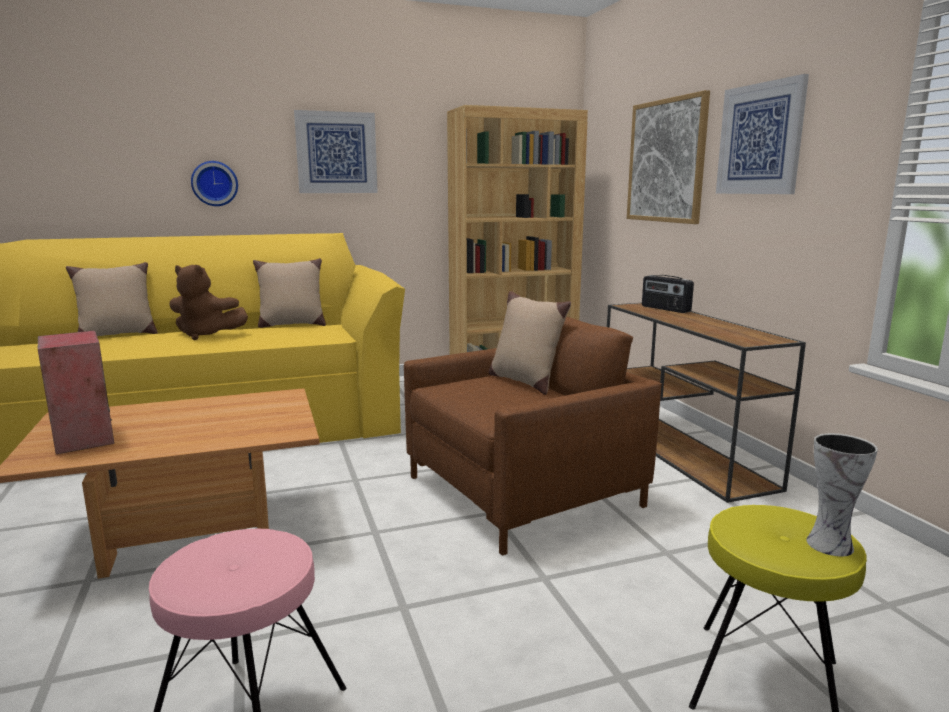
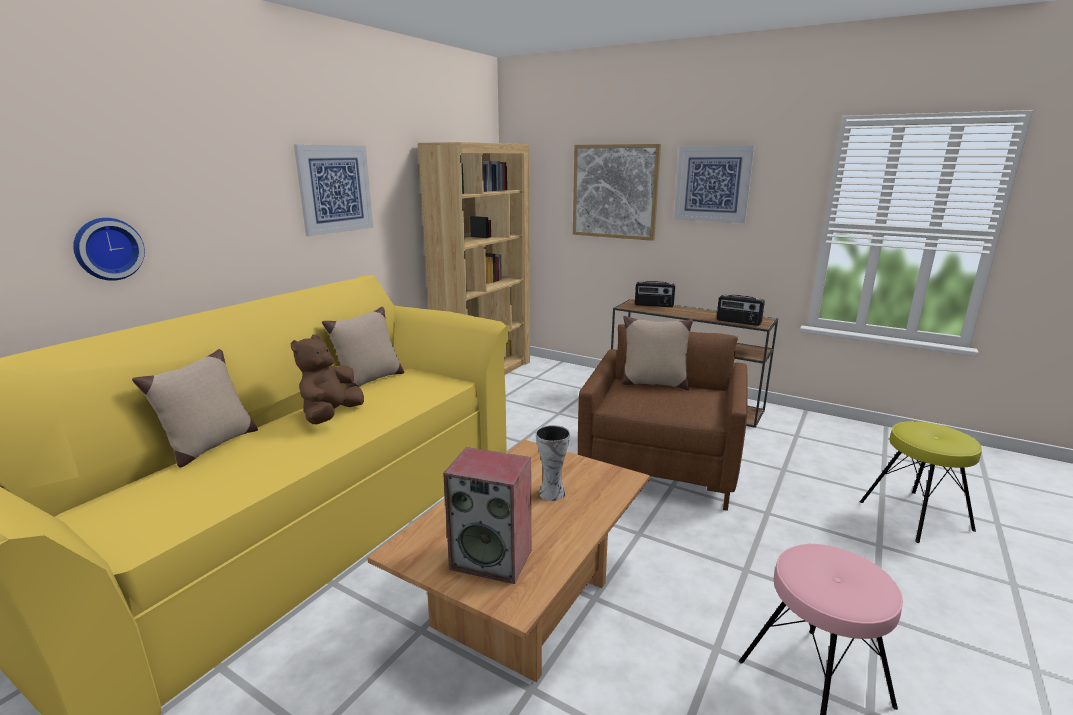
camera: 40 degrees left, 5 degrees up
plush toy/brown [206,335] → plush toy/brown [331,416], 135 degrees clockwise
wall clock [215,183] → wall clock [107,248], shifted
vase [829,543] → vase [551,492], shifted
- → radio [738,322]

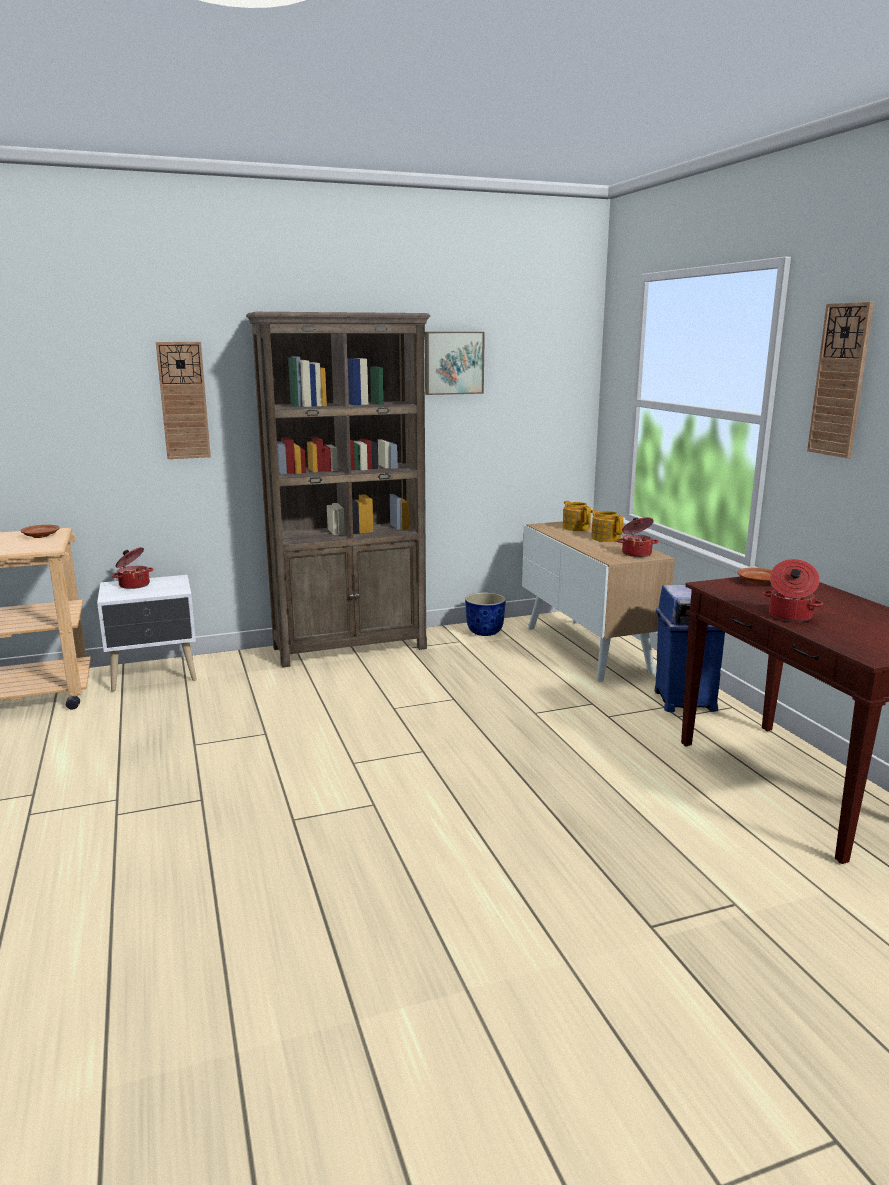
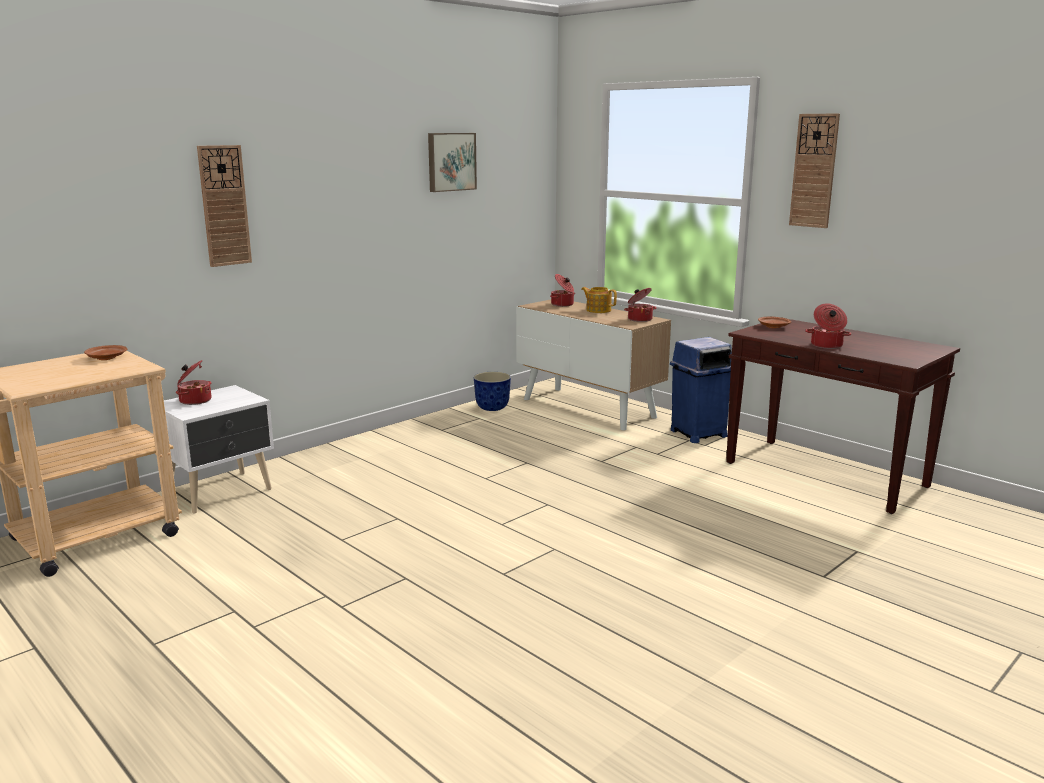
camera: 25 degrees left, 0 degrees up
bookcase/brown [351,648] → -
teapot [576,527] → cooking pot [563,304]

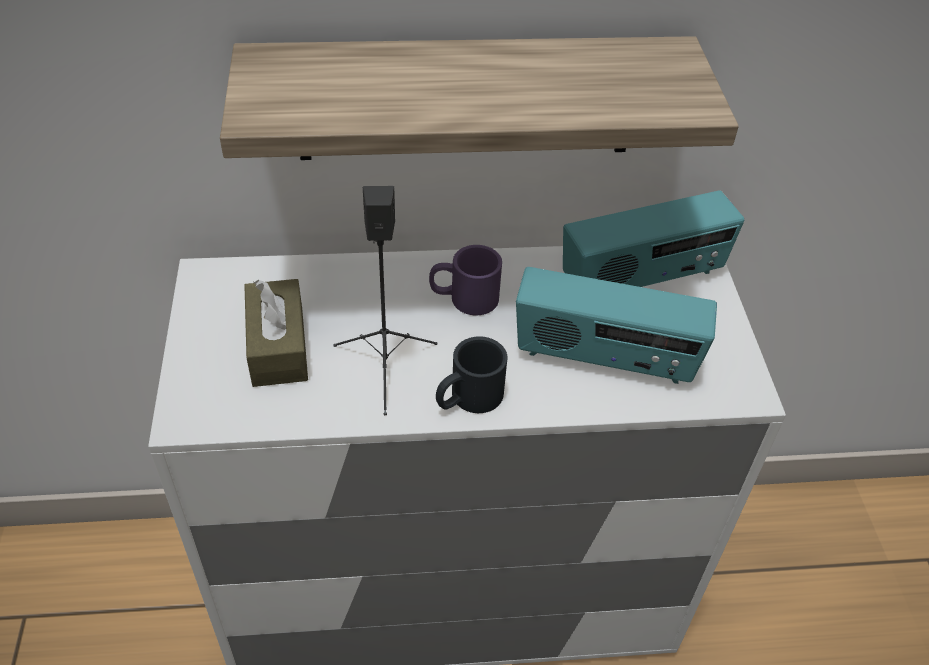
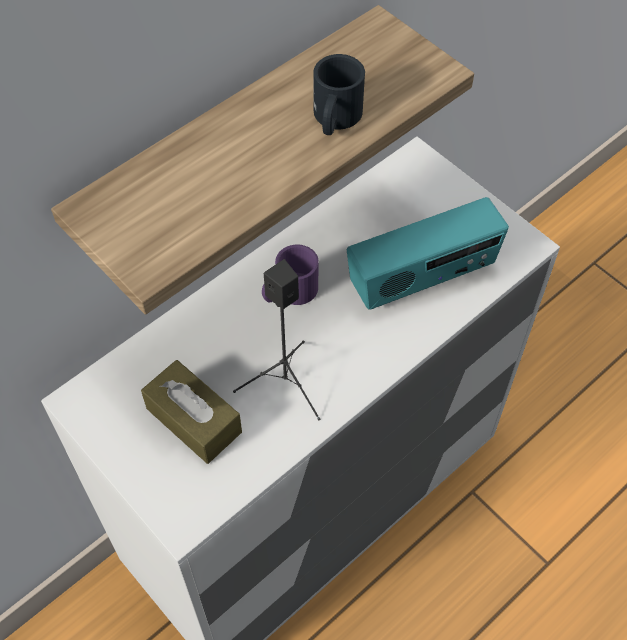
camera: 35 degrees left, 10 degrees up
mug/black [468,398] → mug/black [335,120], shifted
radio [642,279] → -

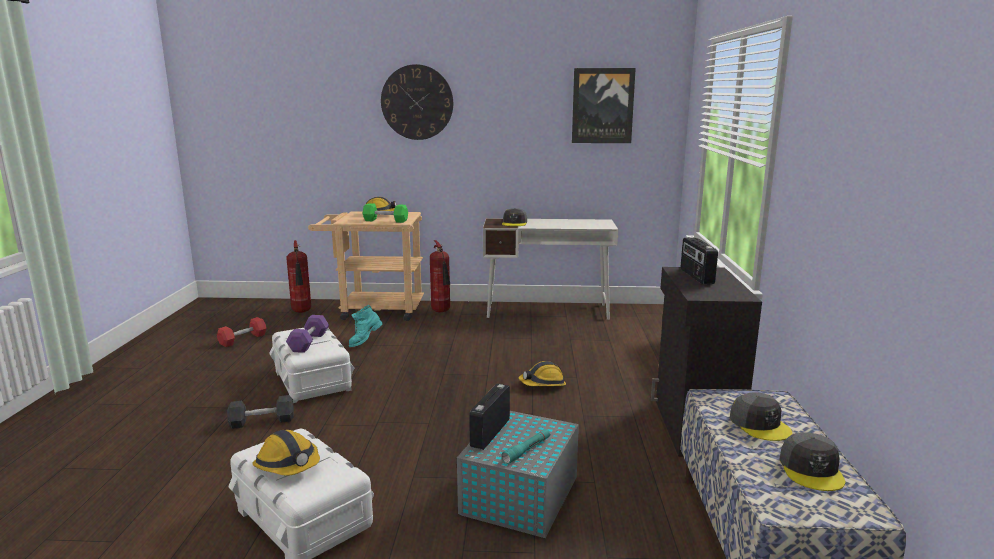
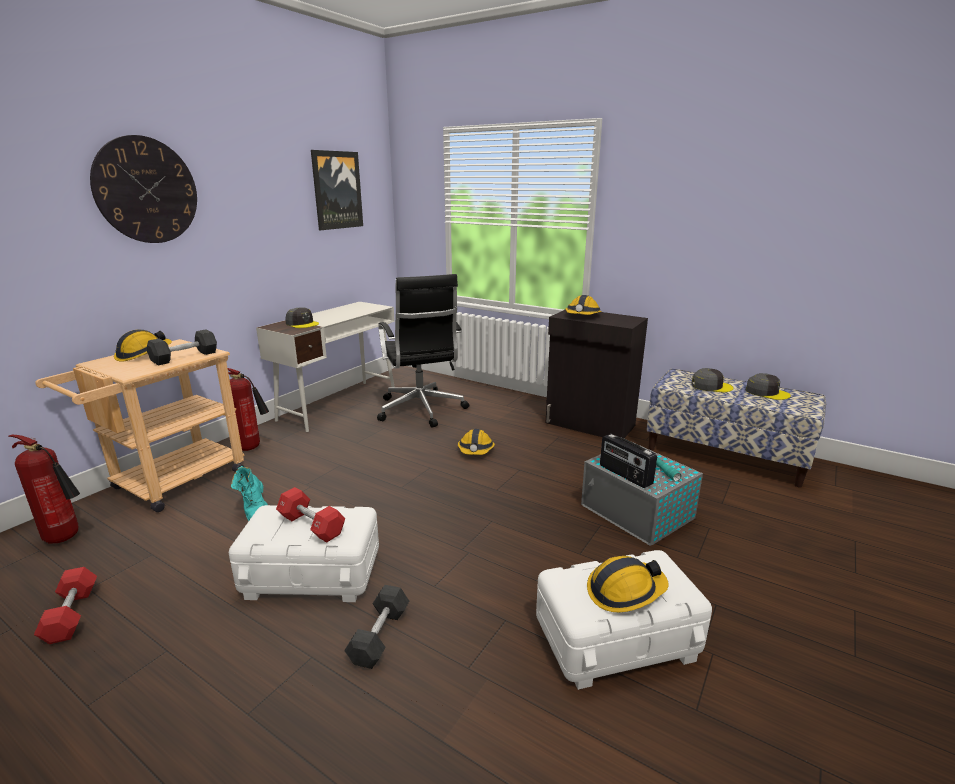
camera: 60 degrees left, 5 degrees up
dumbbell/purple [309,342] → dumbbell/red [311,525]
dumbbell/green [385,221] → dumbbell/black [185,357]
radio [696,276] → hard hat [582,316]
- → office chair/black [421,410]

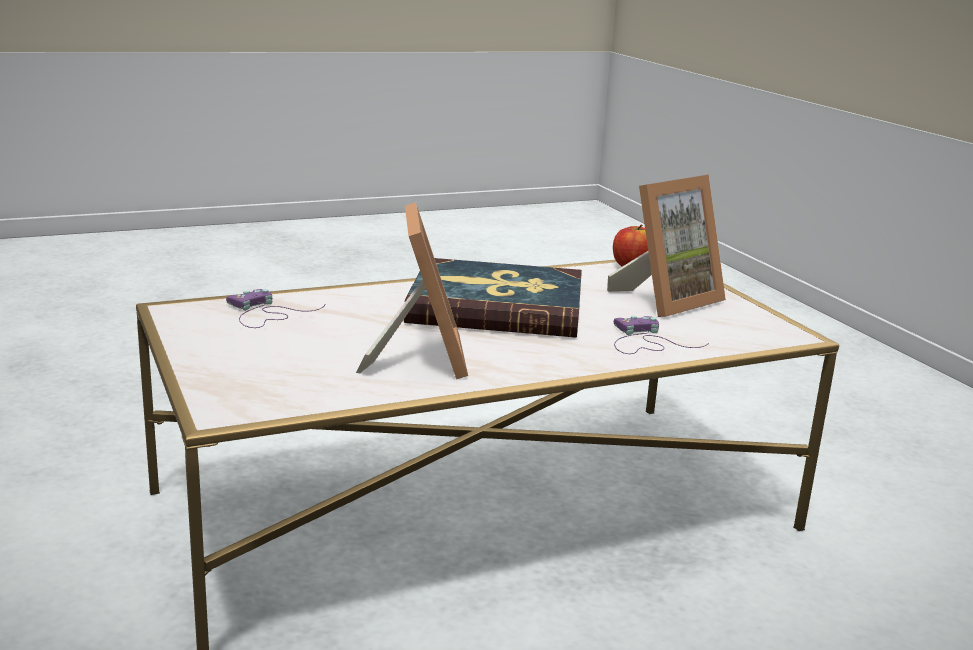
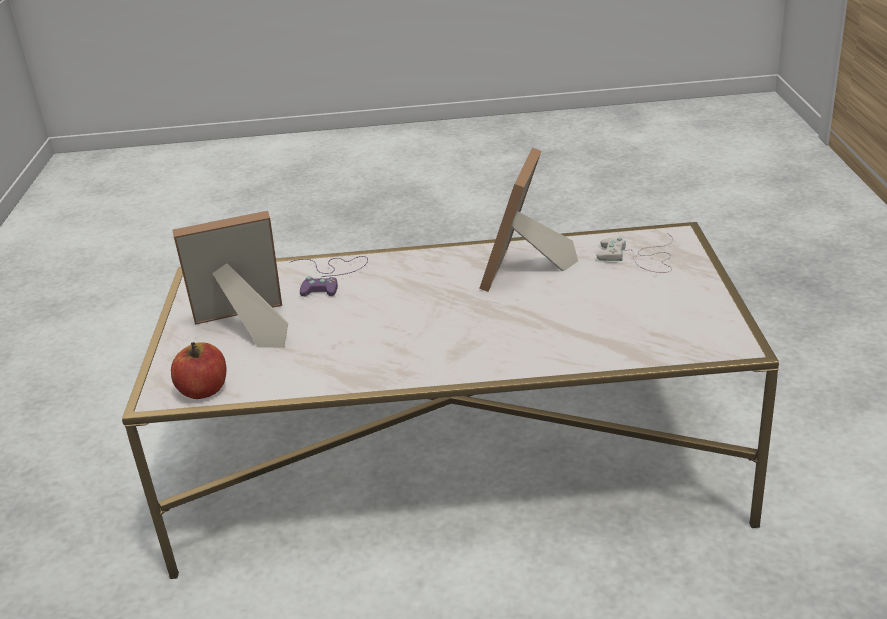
camera: 155 degrees left, 10 degrees up
game controller/purple [264,314] → -
book [496,306] → -
- → game controller/white [640,258]

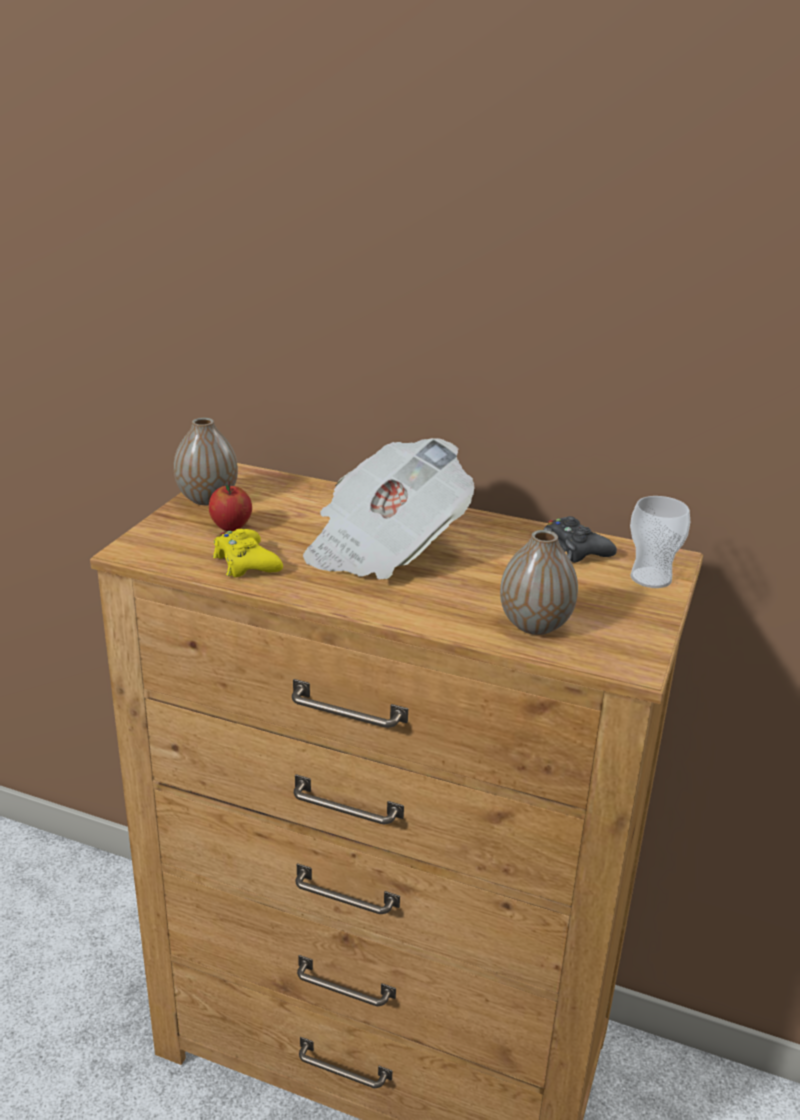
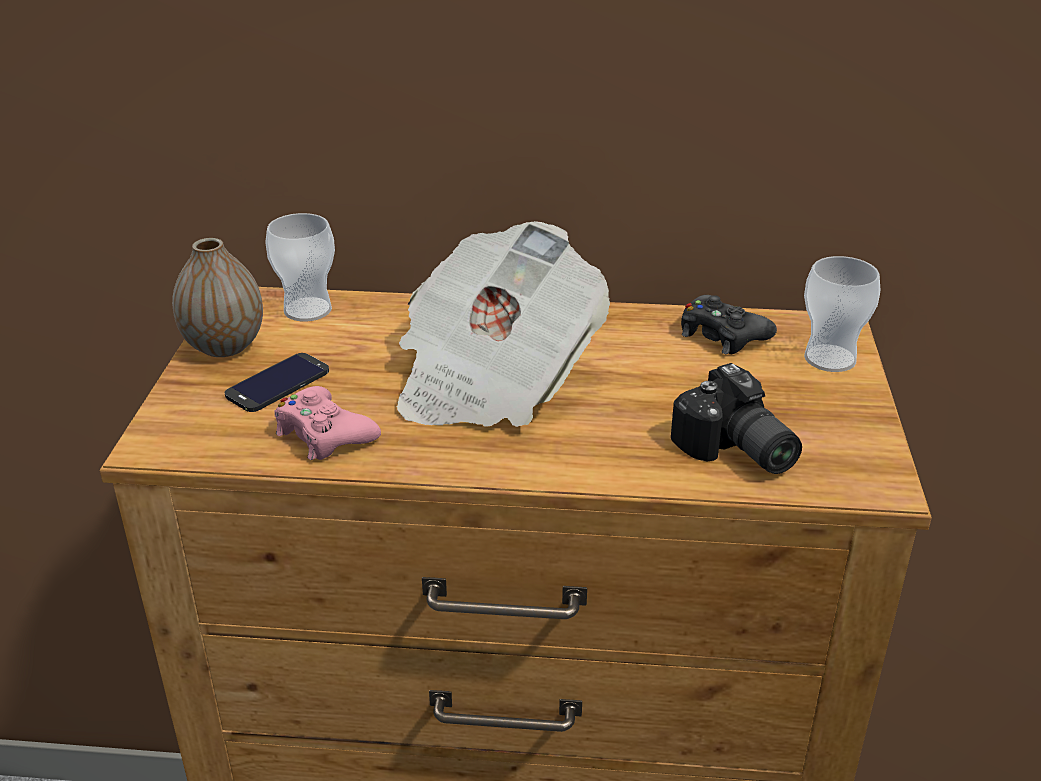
camera: 15 degrees left, 5 degrees up
apple [231,527] → phone [277,383]
game controller/yellow [245,563] → game controller/pink [324,434]
vase [535,624] → photo camera [735,452]
- → cup [307,310]

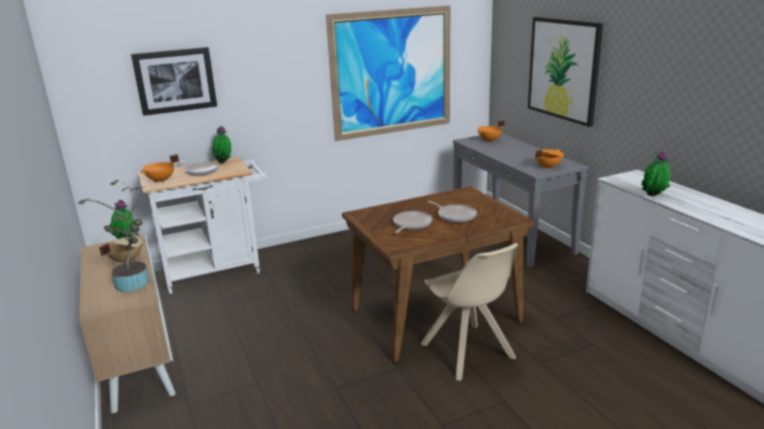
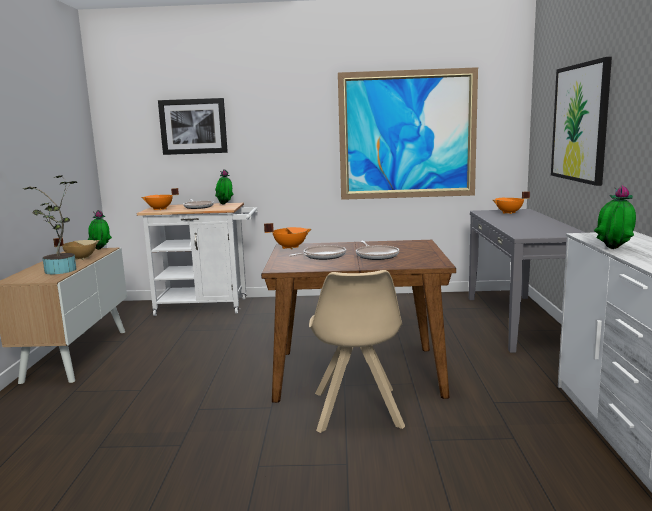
camera: 25 degrees right, 10 degrees down
cooking pot/orange [547,167] → cooking pot/orange [290,247], shifted

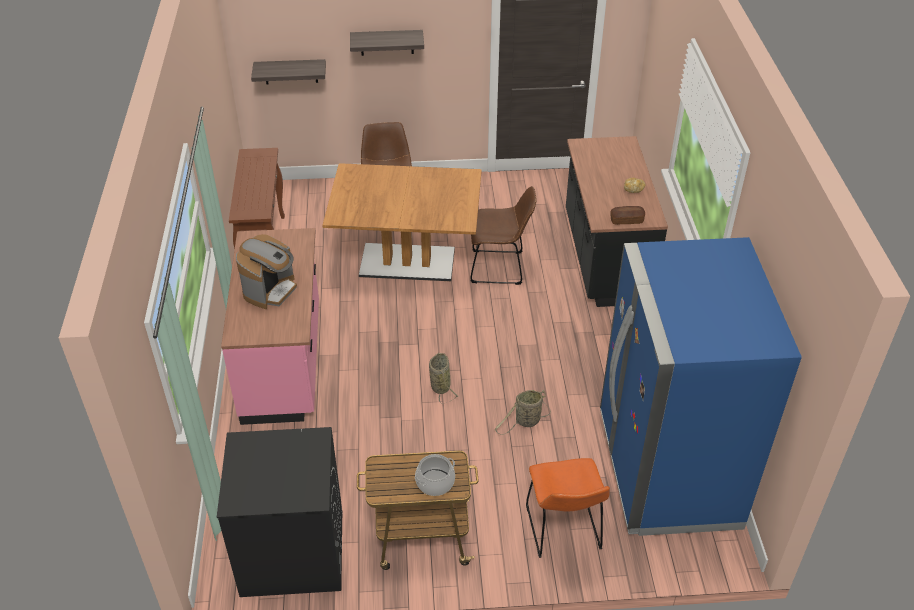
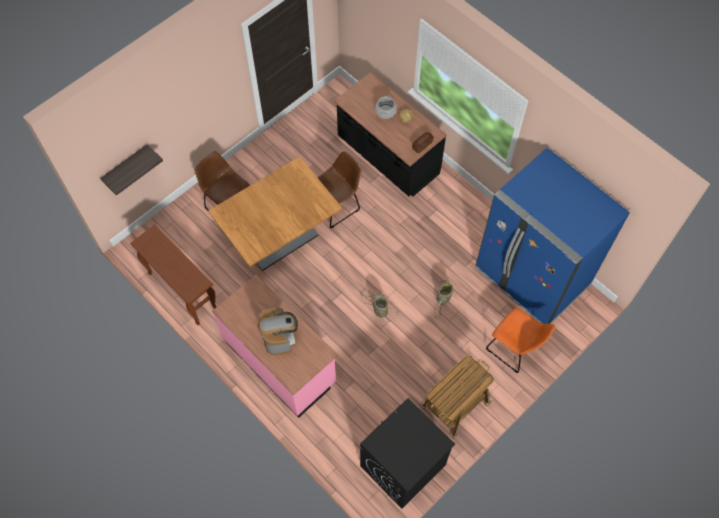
camera: 40 degrees left, 20 degrees up
shelf [387,42] → -
cooking pot [435,483] → cooking pot [385,111], shifted

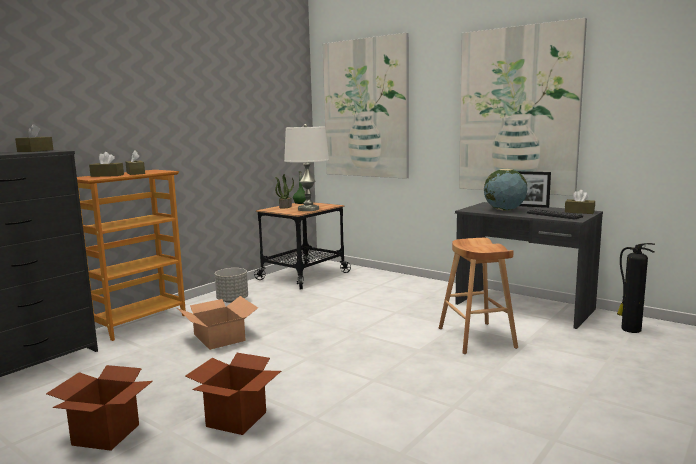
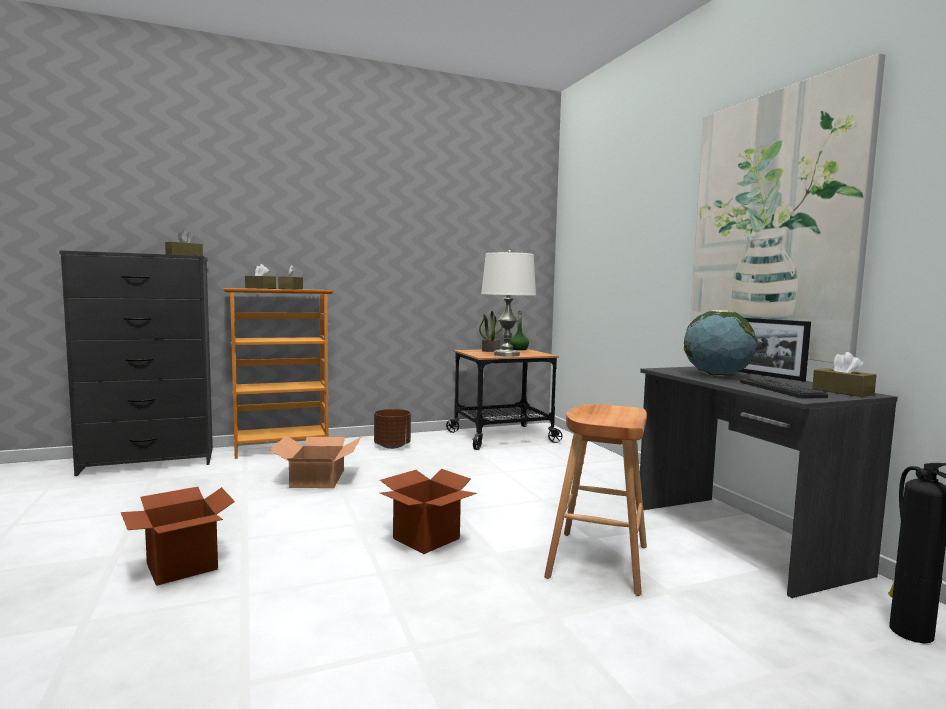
camera: 30 degrees right, 5 degrees down
cardboard box [106,434] → cardboard box [426,538], shifted
planter/grey [233,300] → planter/brown [392,446]
picture [365,109] → -

